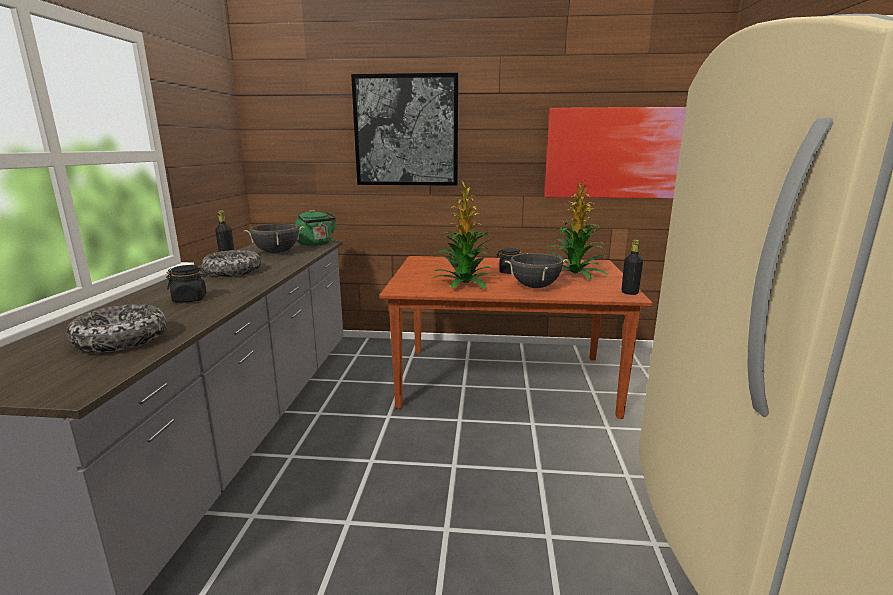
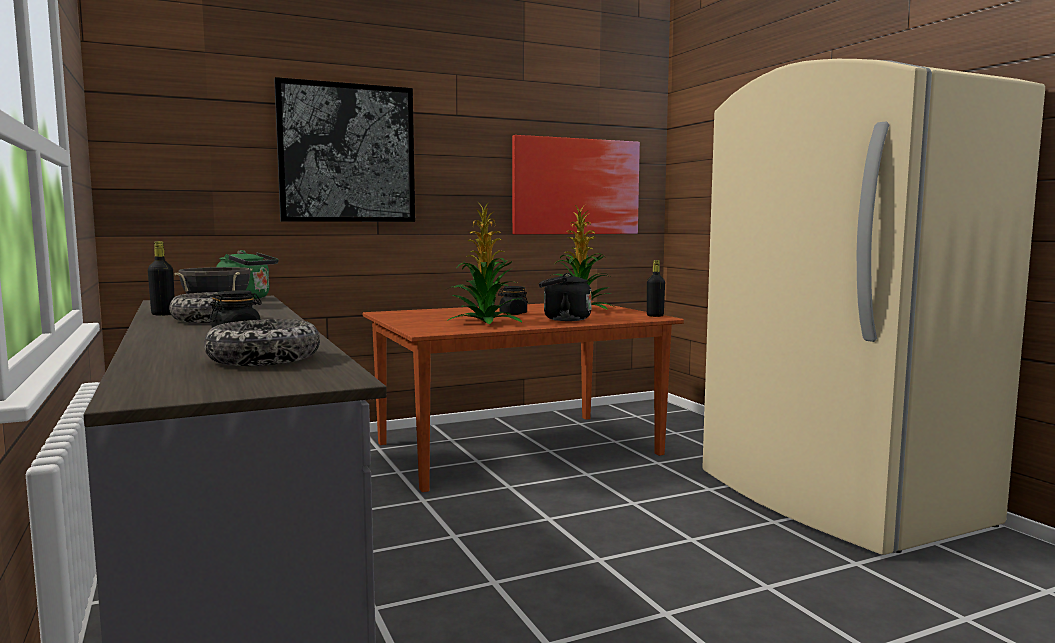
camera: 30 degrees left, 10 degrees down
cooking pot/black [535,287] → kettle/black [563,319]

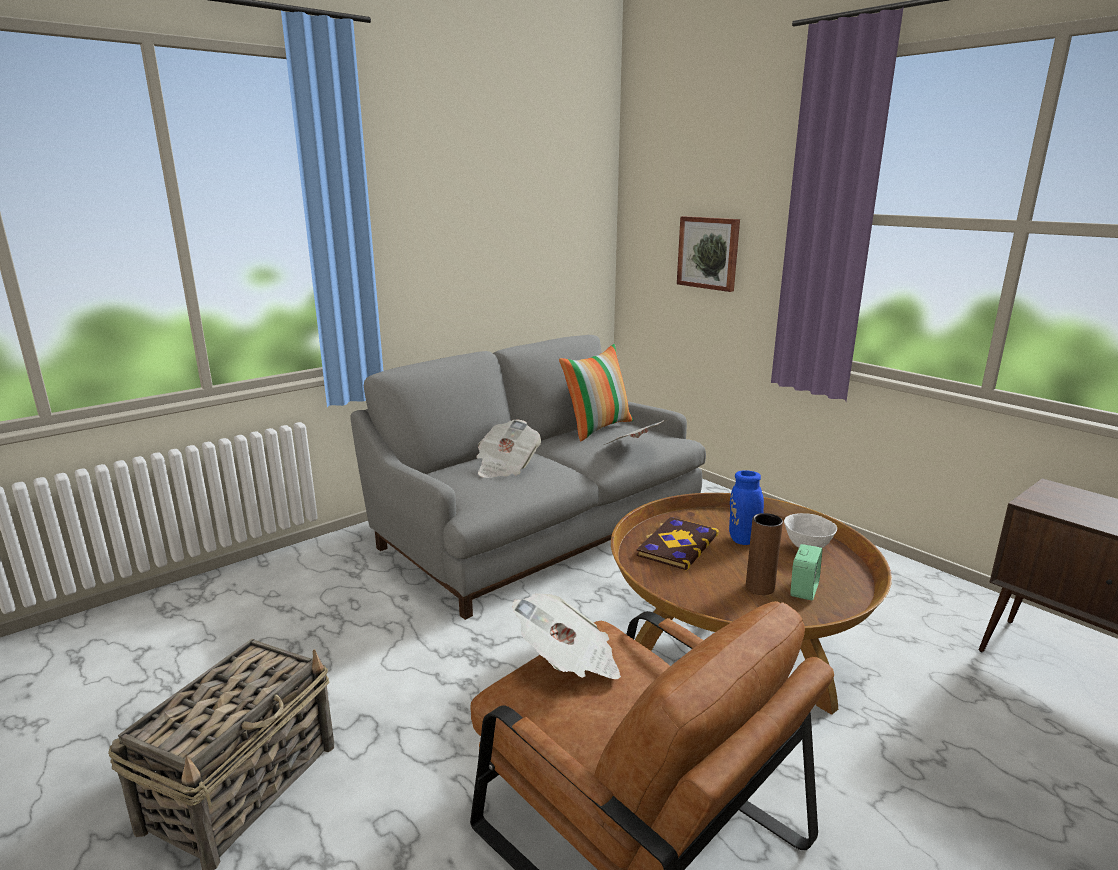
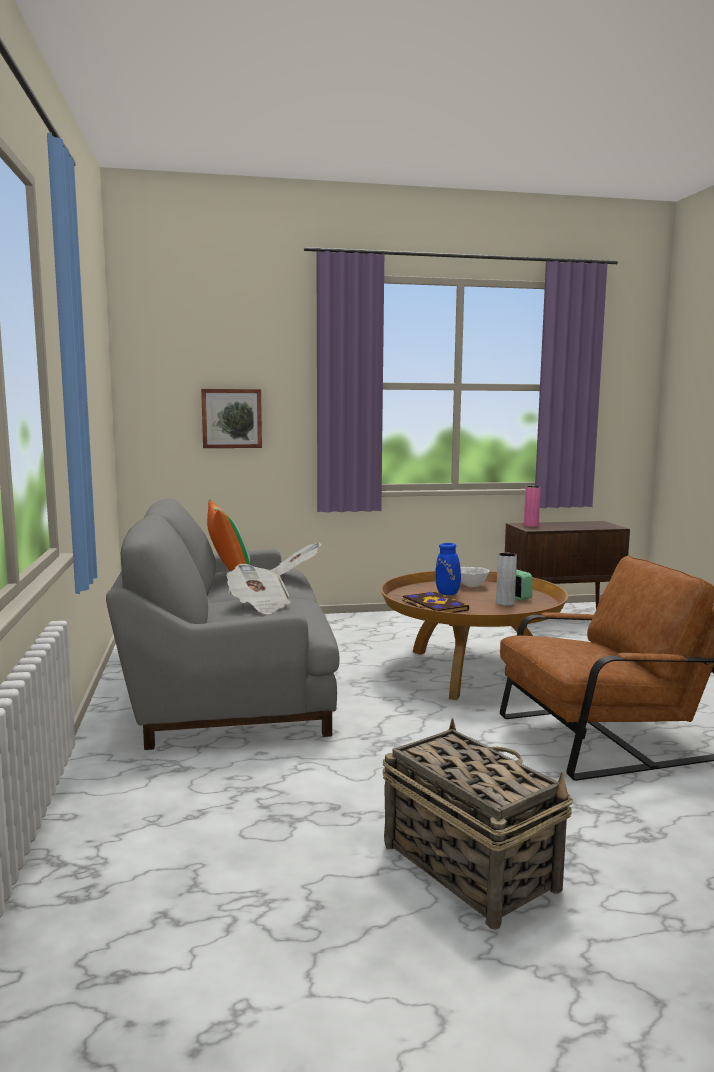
camera: 60 degrees left, 10 degrees down
newspaper [568,661] → -
vase/brown [760,587] → vase/grey [505,603]
- → vase/pink [531,525]

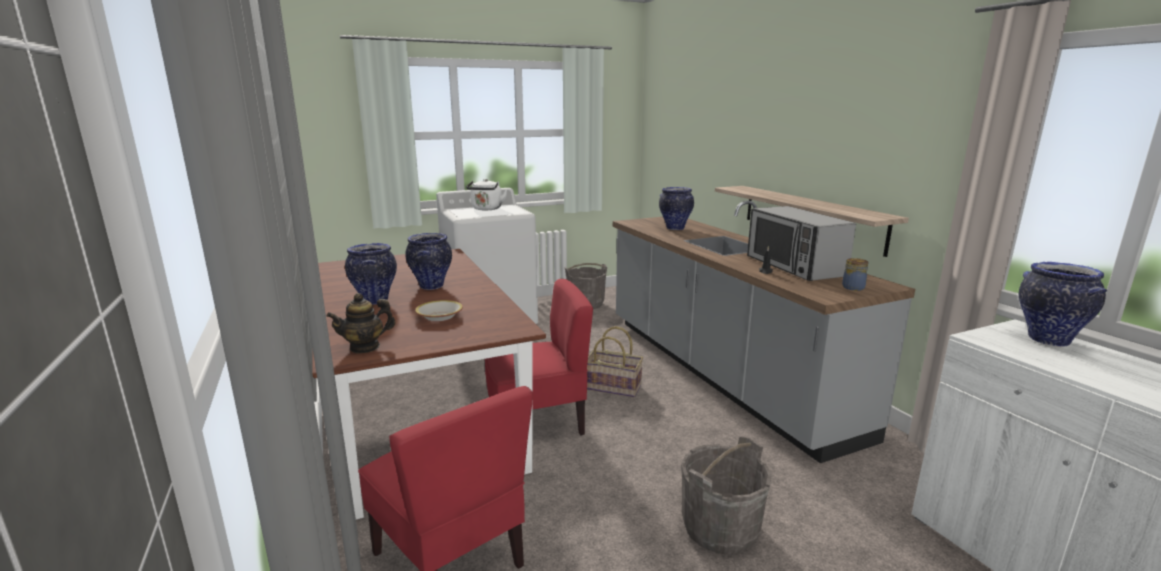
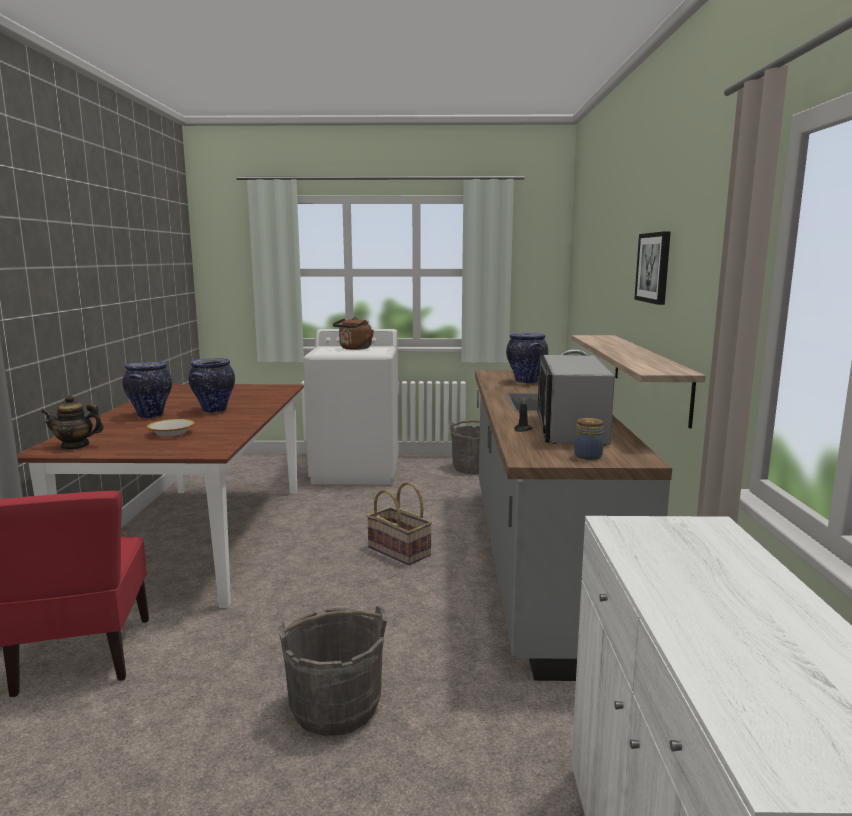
camera: 25 degrees right, 5 degrees down
kettle/white [486,209] → kettle/brown [354,349]
chair/red [537,423] → -
vase [1047,340] → -
- → picture [654,267]

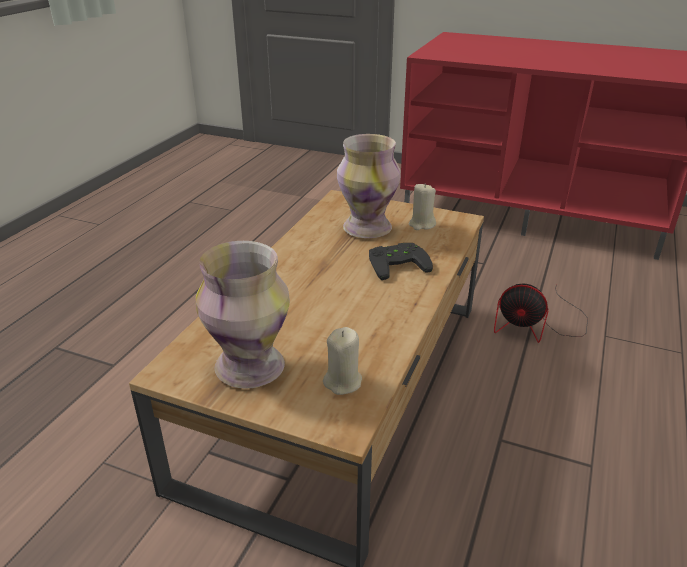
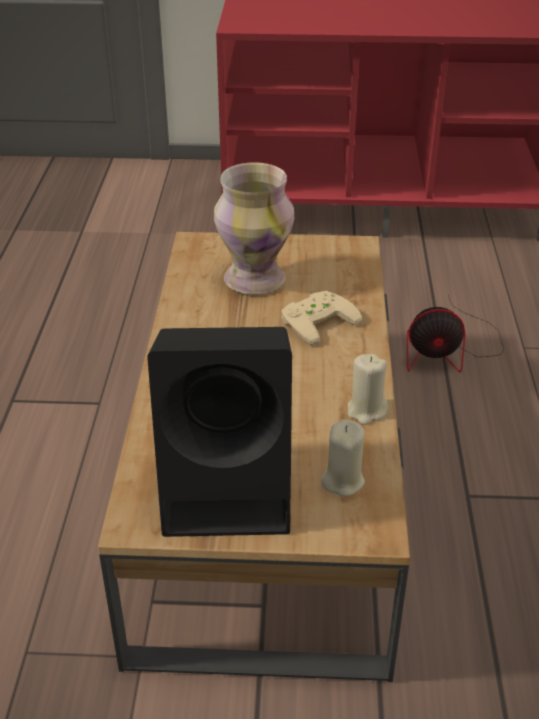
camera: 20 degrees left, 5 degrees up
vase [252,367] → speaker/black [231,489]
game controller/black [397,263] → game controller/beige [316,320]
candle/beige [421,224] → candle/beige [366,411], shifted

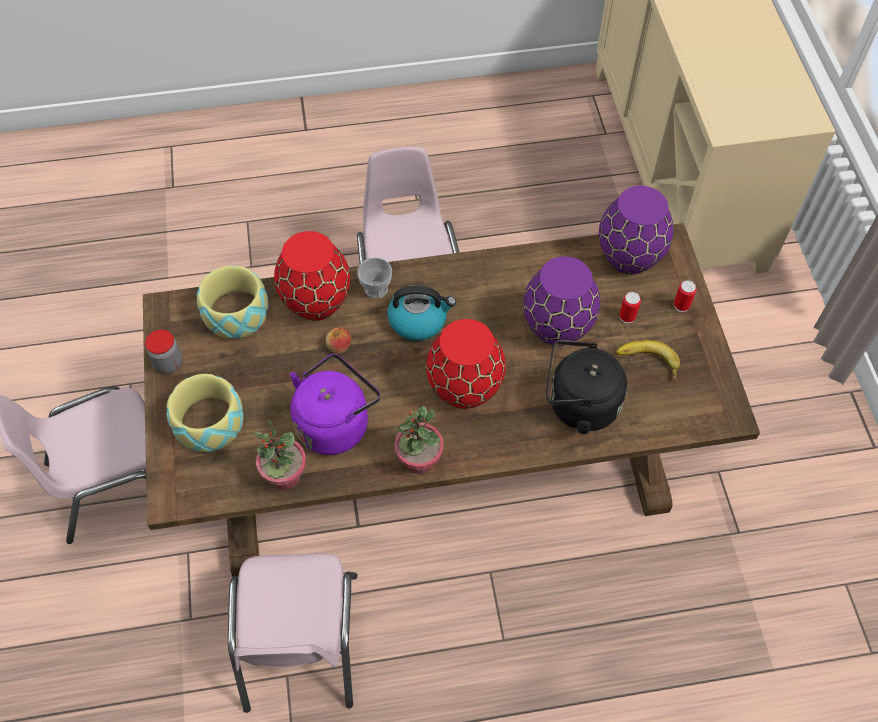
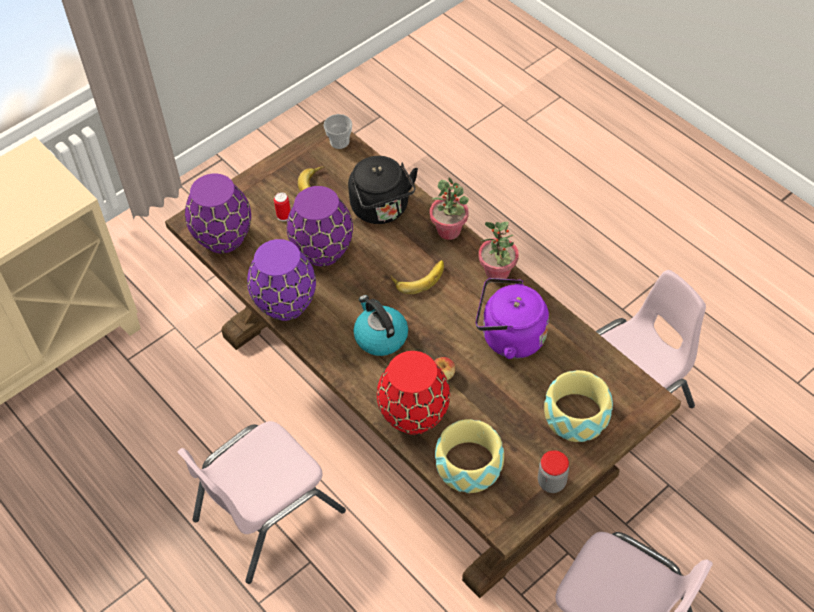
camera: 120 degrees left, 5 degrees down
potted plant [285,476] → potted plant [449,231], shifted
cup [376,289] → cup [339,142], shifted
vase/red [465,388] → banana [418,277]
can [681,305] → -
- → vase/purple [285,304]

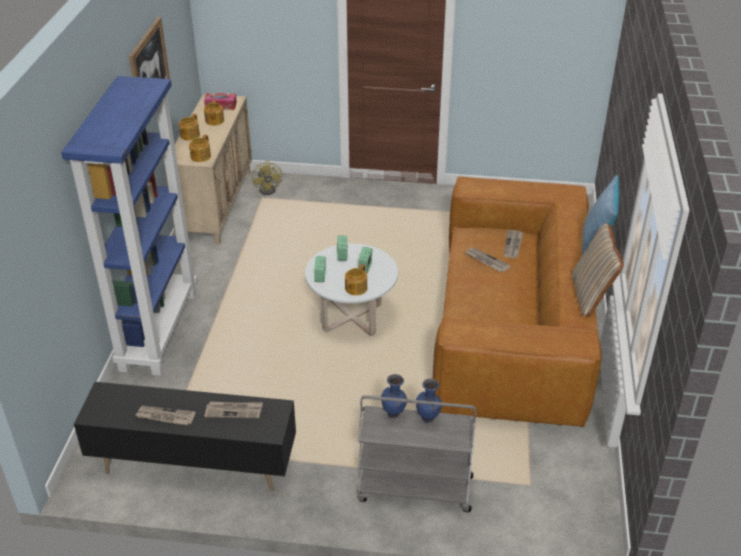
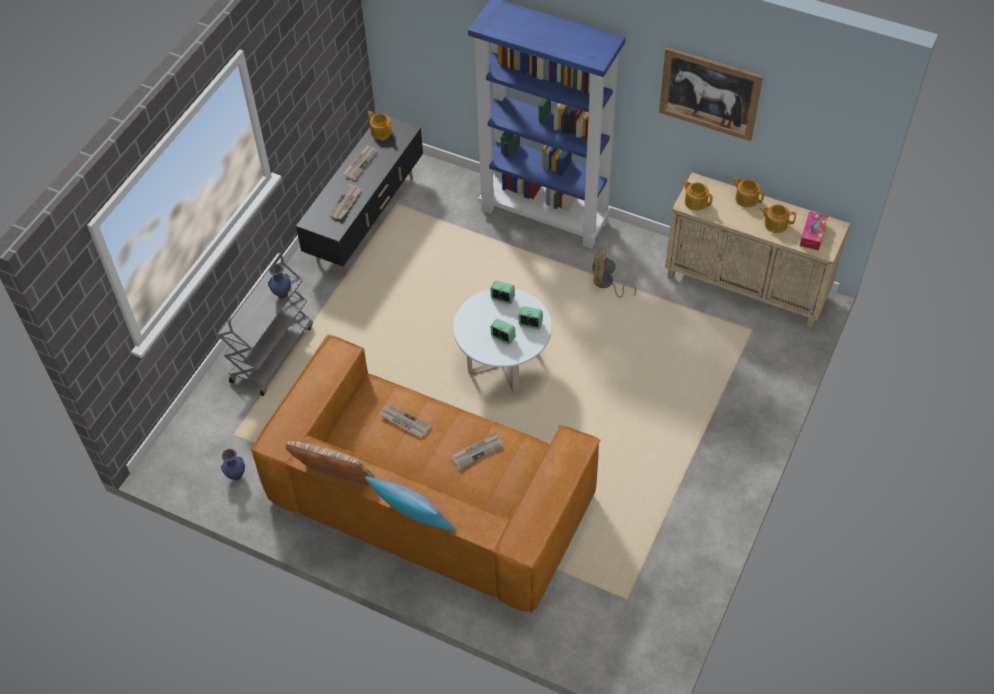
camera: 110 degrees right, 15 degrees up
fan/yellow [270,189] → fan/yellow [606,284], shifted
teapot [355,288] → teapot [381,131], shifted
vase/blue [428,418] → vase/blue [236,477], shifted
newspaper [513,245] → newspaper [405,422], shifted

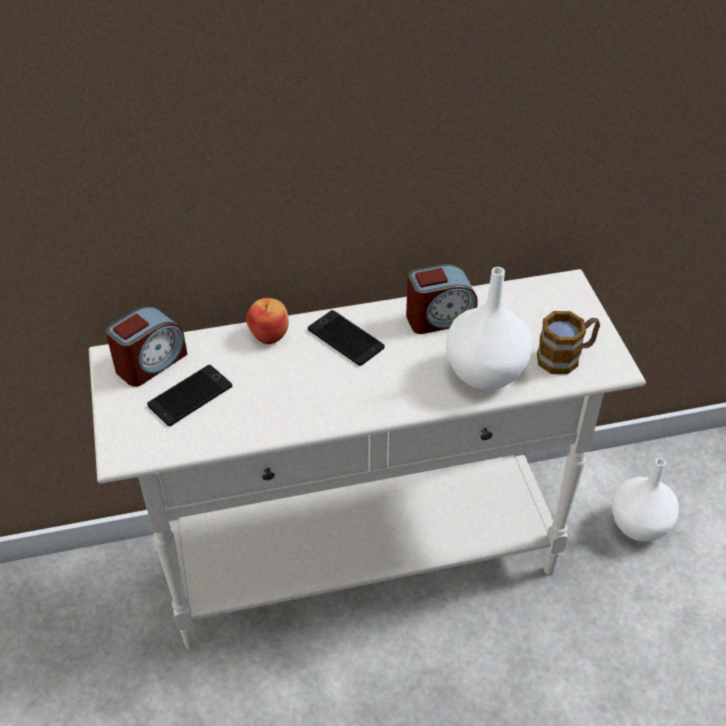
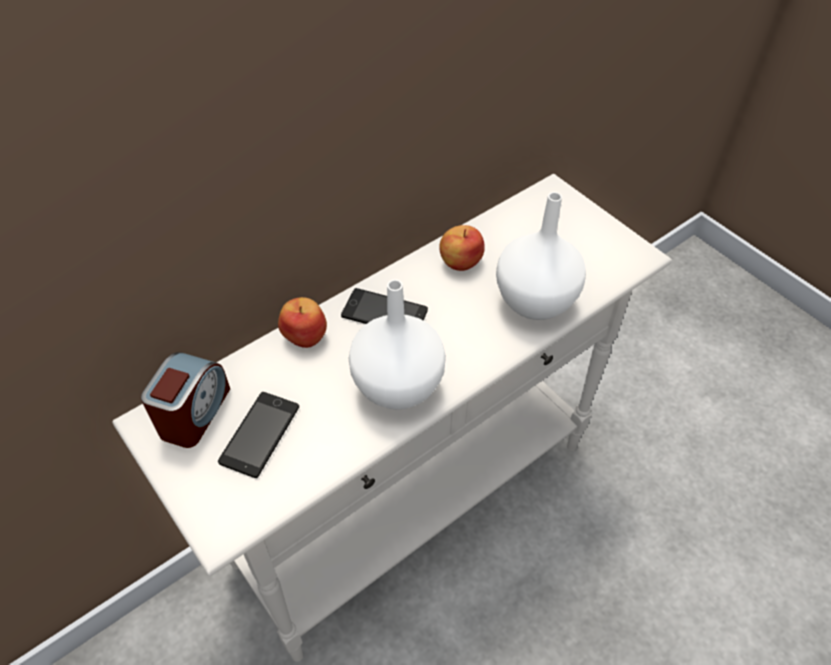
camera: 25 degrees left, 5 degrees up
alarm clock [439,318] → apple [460,261]
mug [566,357] → -
vase/white [637,525] → vase/white [396,386], shifted

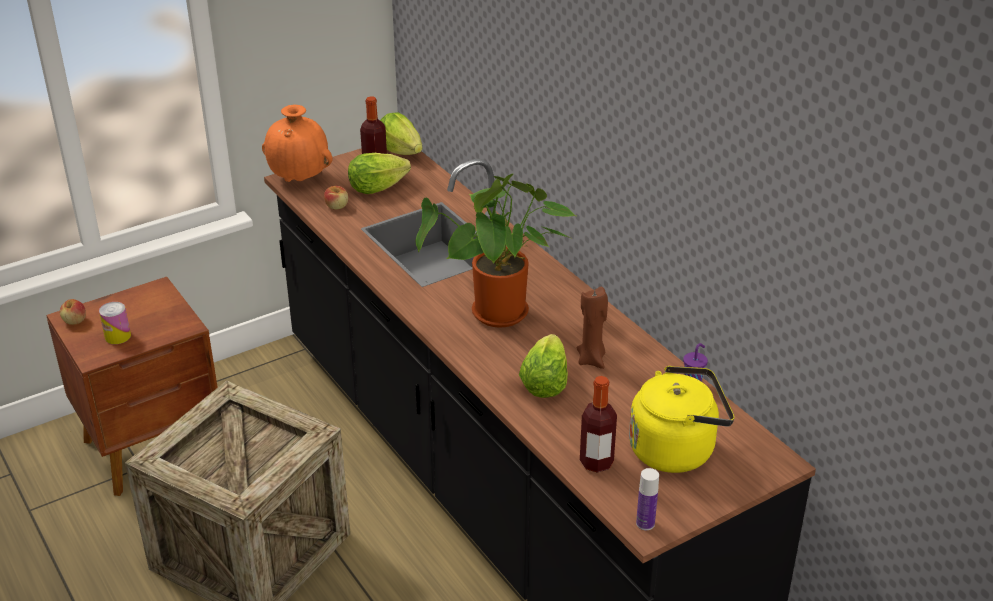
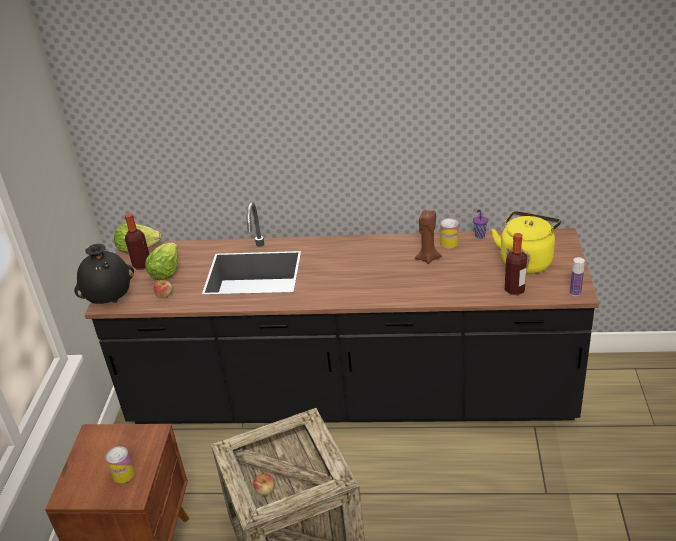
camera: 50 degrees left, 0 degrees up
apple [75,321] → apple [265,490], shifted
vase/orange [300,179] → vase/black [111,300]
potted plant [499,317] → -
lettuce [544,383] → -
- → can [449,243]

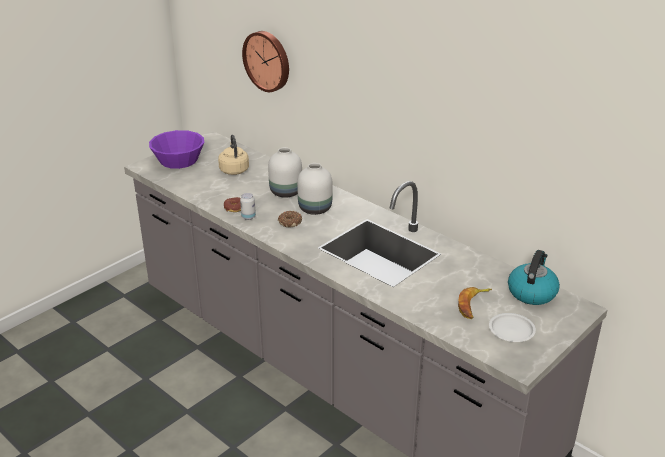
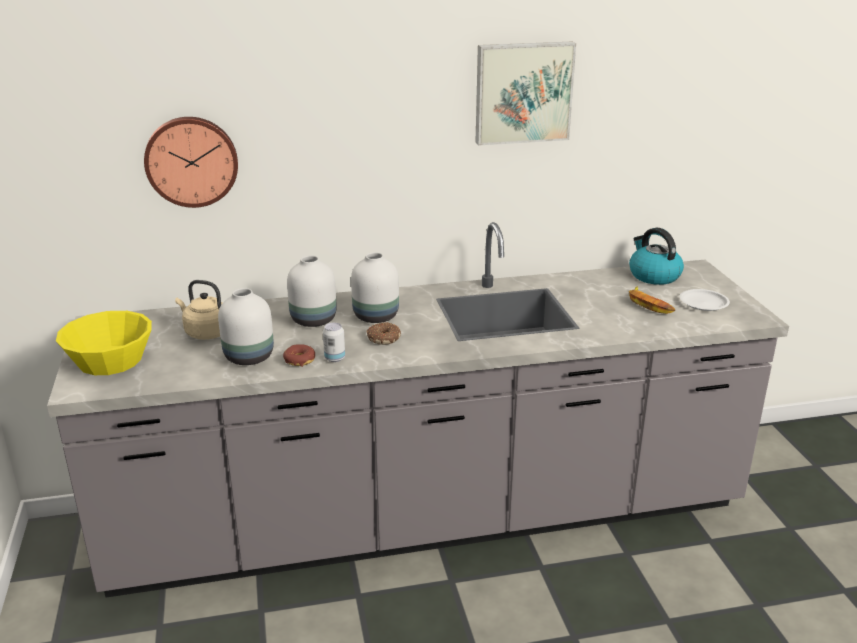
camera: 55 degrees left, 5 degrees down
bowl/purple [178,160] → bowl/yellow [110,360]
- → vase/white [247,357]
- → picture [523,92]

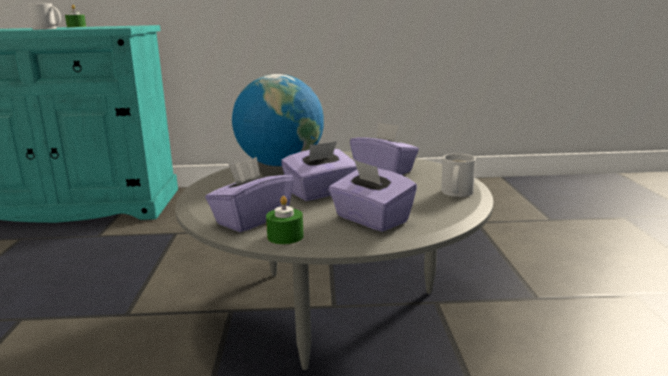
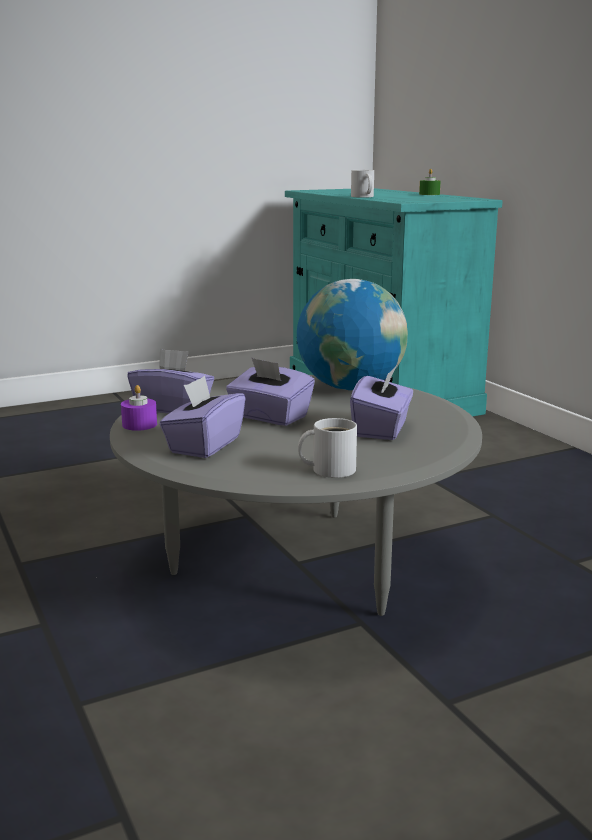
camera: 65 degrees right, 0 degrees up
candle/green [285,237] → candle/purple [139,424]

